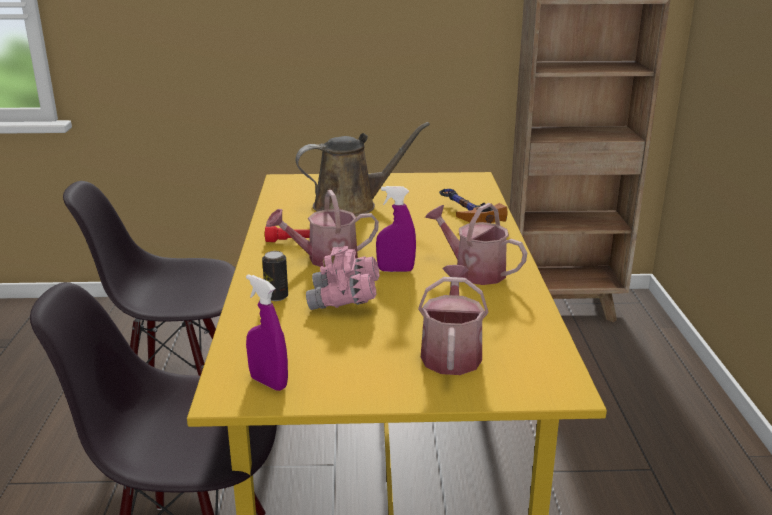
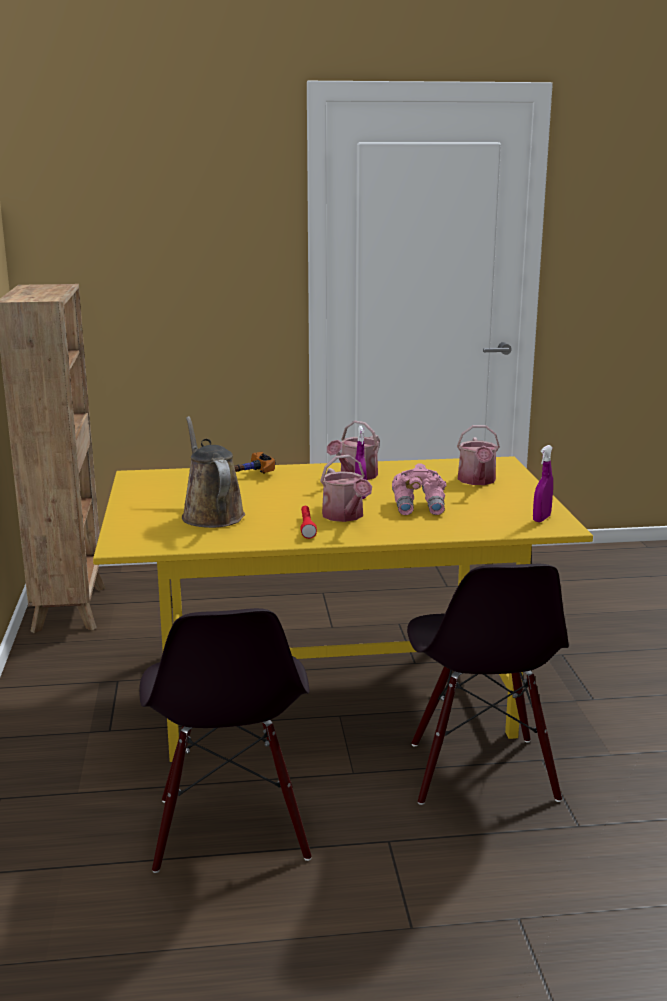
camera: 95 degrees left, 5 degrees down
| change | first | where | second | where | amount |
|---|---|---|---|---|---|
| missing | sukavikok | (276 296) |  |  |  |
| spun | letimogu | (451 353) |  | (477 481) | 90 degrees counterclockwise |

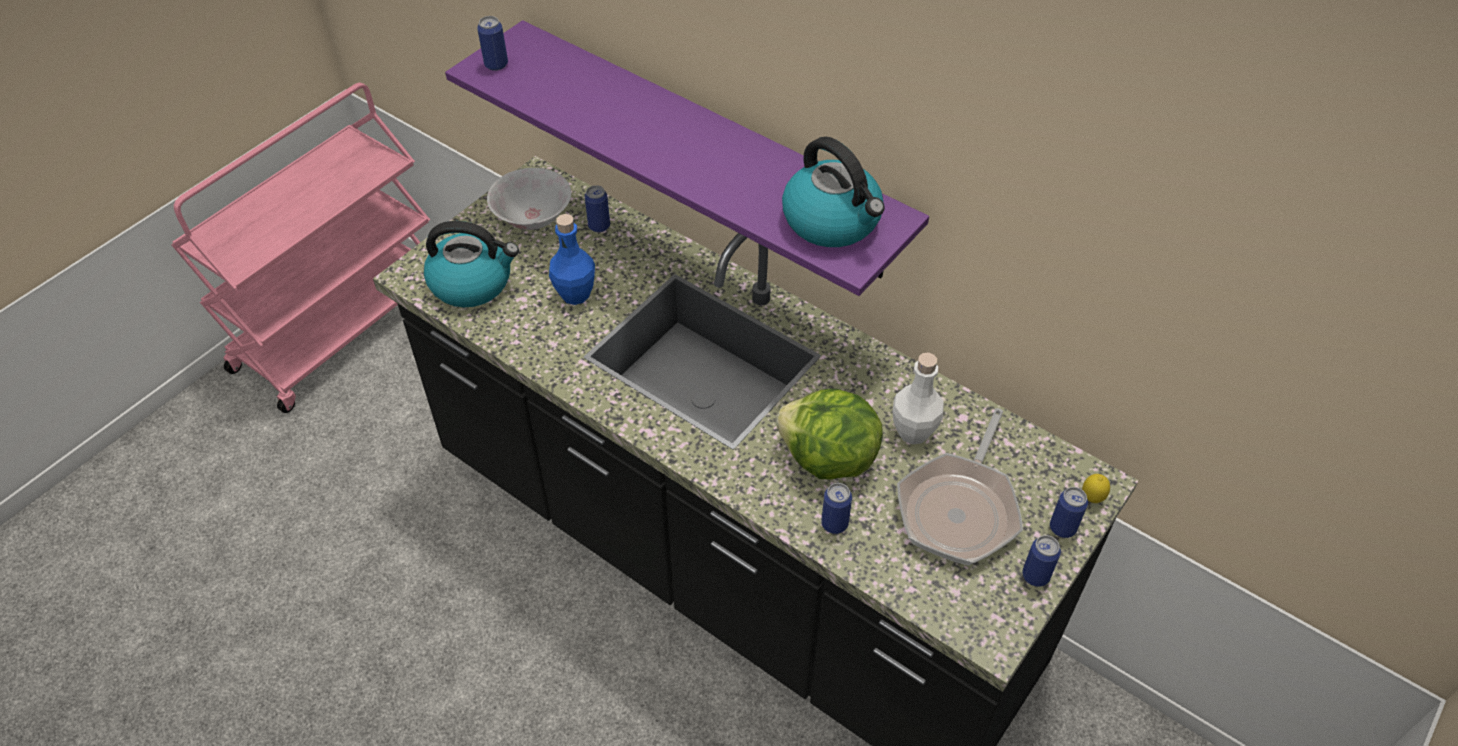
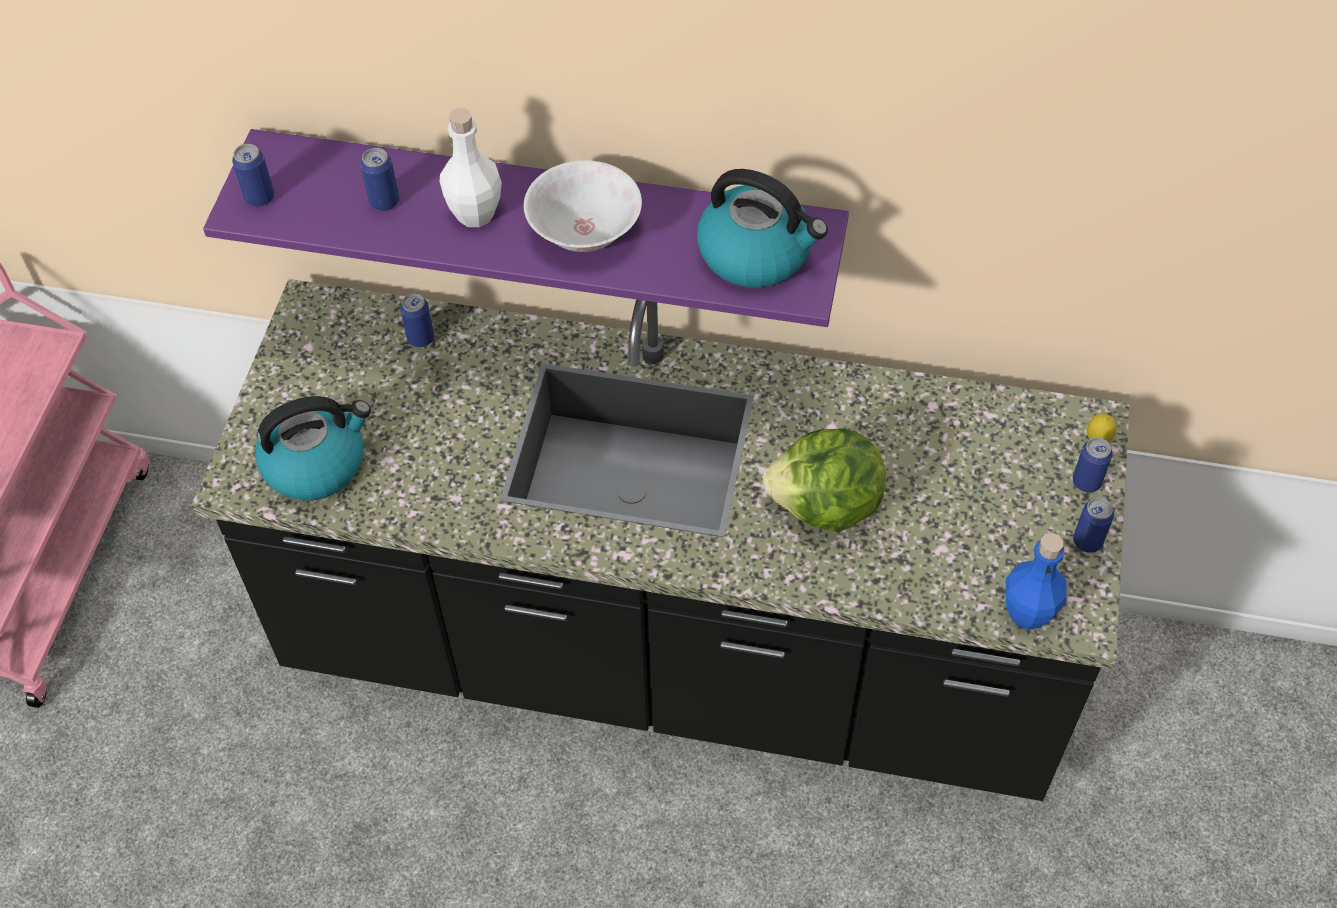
camera: 25 degrees left, 5 degrees up
| change | first | where | second | where | amount |
|---|---|---|---|---|---|
| missing | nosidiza | (960 508) |  |  |  |
| relocated | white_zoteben | (533 218) |  | (585 232) |  |
| relocated | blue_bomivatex | (575 294) |  | (1028 613) |  |
| relocated | sukavikok | (834 524) |  | (384 202) |  |
| relocated | white_bomivatex | (913 432) |  | (475 214) |  |

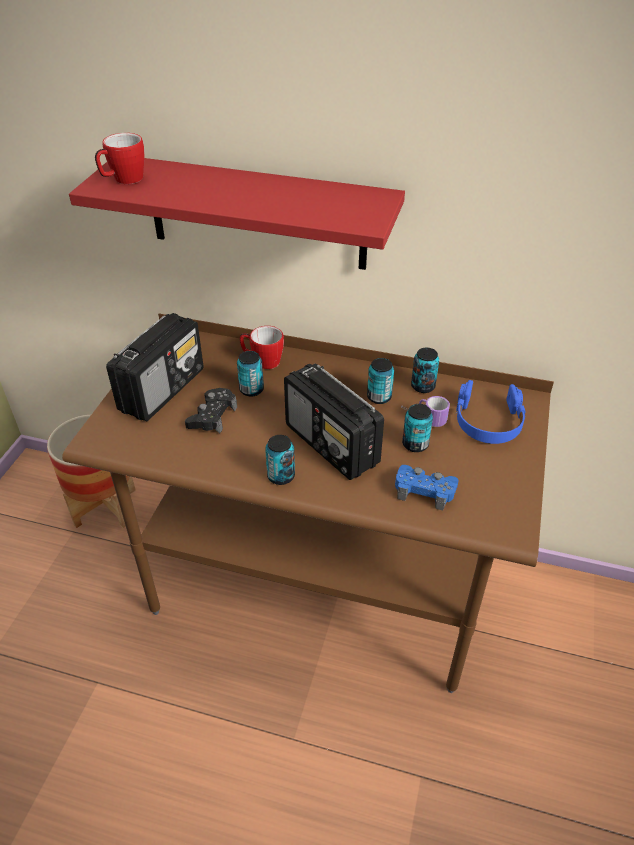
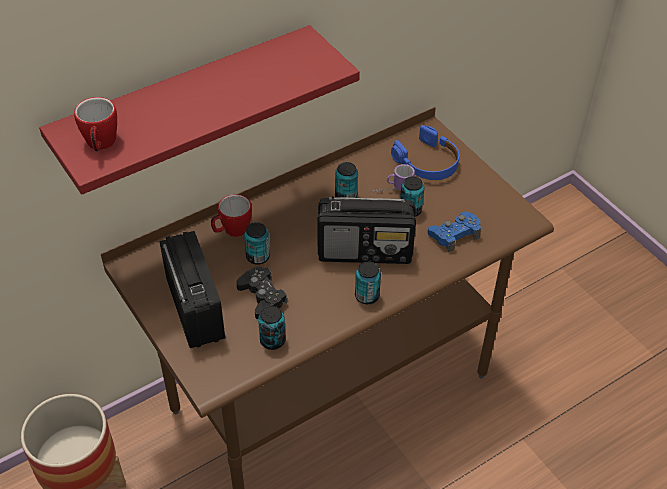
camera: 50 degrees left, 5 degrees up
| change | first | where | second | where | amount |
|---|---|---|---|---|---|
| relocated | sukavikok | (423 386) |  | (272 340) |  |

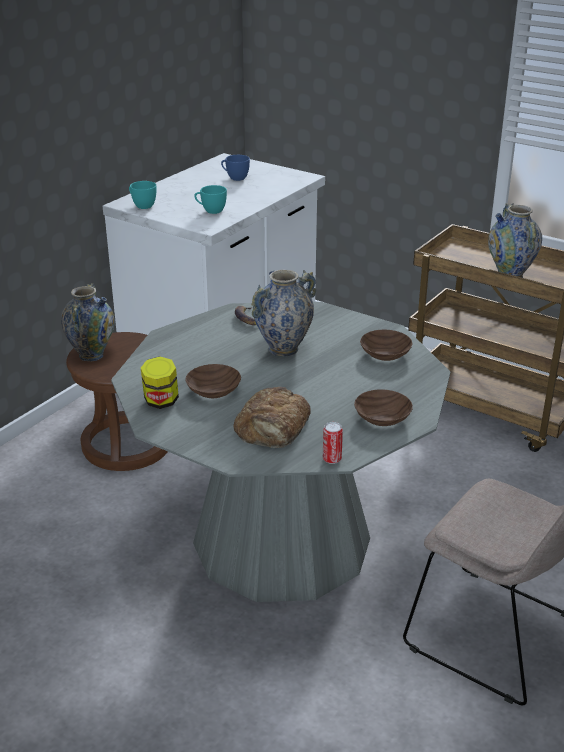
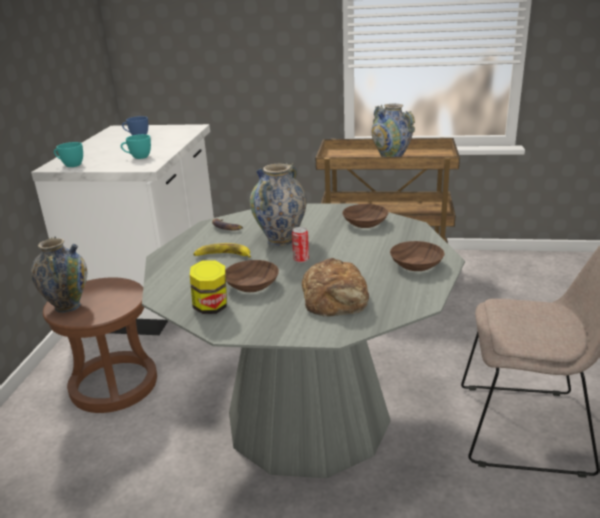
camera: 25 degrees left, 5 degrees down
| change | first | where | second | where | amount |
|---|---|---|---|---|---|
| appeared |  |  | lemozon | (223 256) |  |
| relocated | sukavikok | (332 459) |  | (301 259) |  |

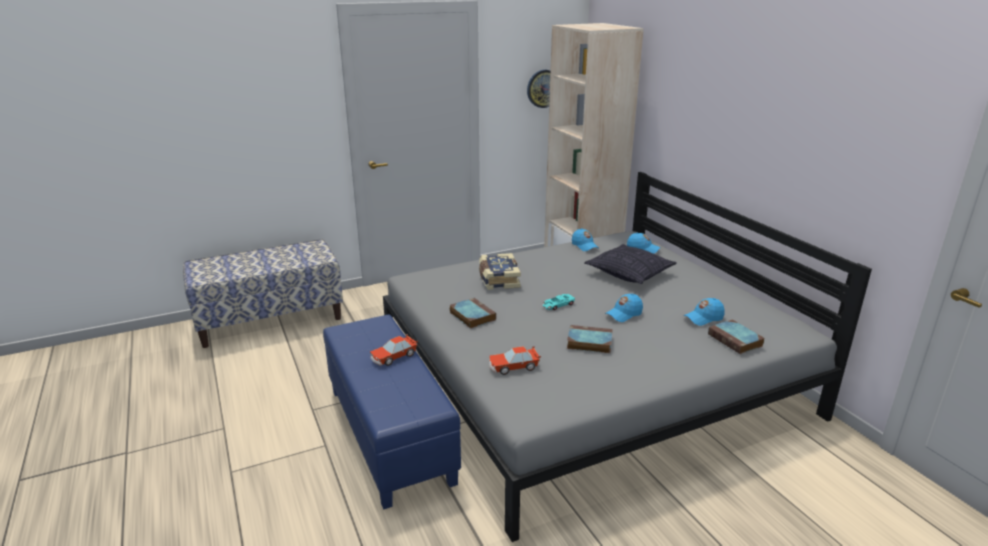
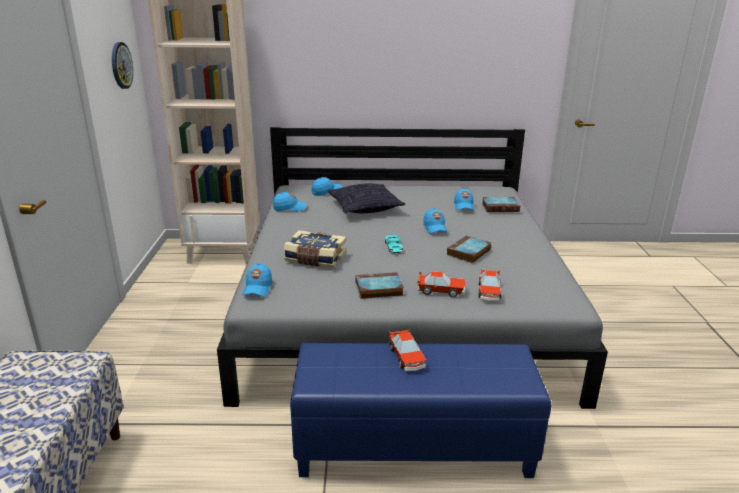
camera: 65 degrees left, 0 degrees up
| change | first | where | second | where | amount |
|---|---|---|---|---|---|
| appeared |  |  | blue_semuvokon | (257 288) |  |
| appeared |  |  | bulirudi | (441 291) |  |

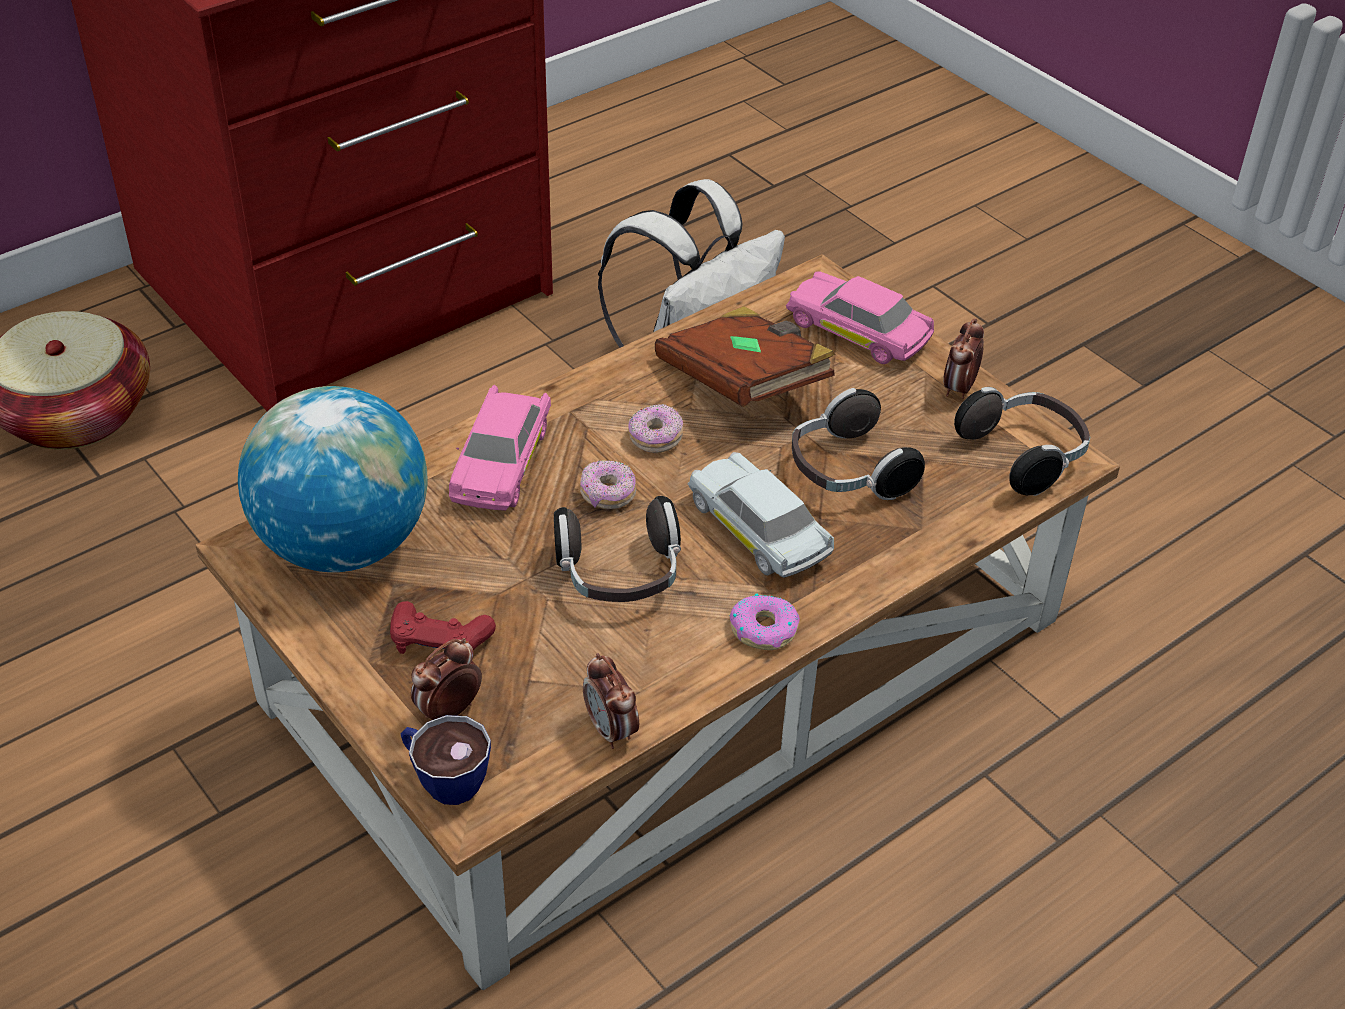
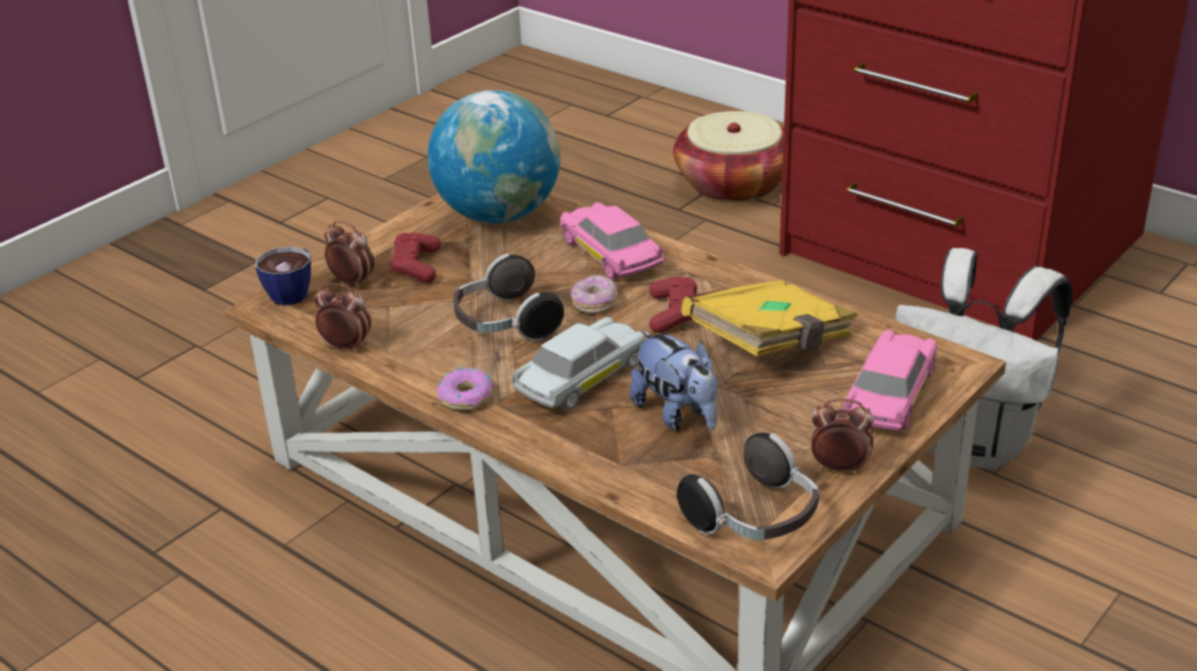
camera: 80 degrees right, 10 degrees down
| change | first | where | second | where | amount |
|---|---|---|---|---|---|
| exchanged | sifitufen | (655 438) | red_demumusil | (673 313) |  |
| exchanged | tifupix | (847 472) | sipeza | (677 415) |  |
| colour | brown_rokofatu | (744 383) | yellow_rokofatu | (771 345) |  |
| spun | pink_bulirudi | (501 463) |  | (610 254) | 60 degrees clockwise |
| spun | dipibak | (611 730) |  | (346 346) | 60 degrees clockwise |

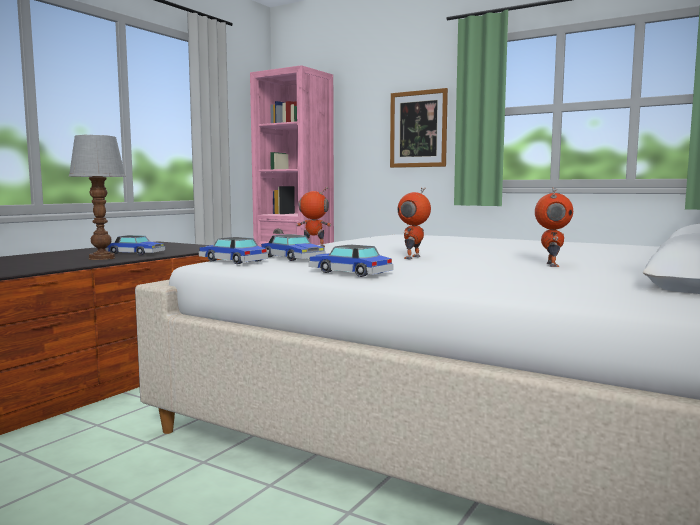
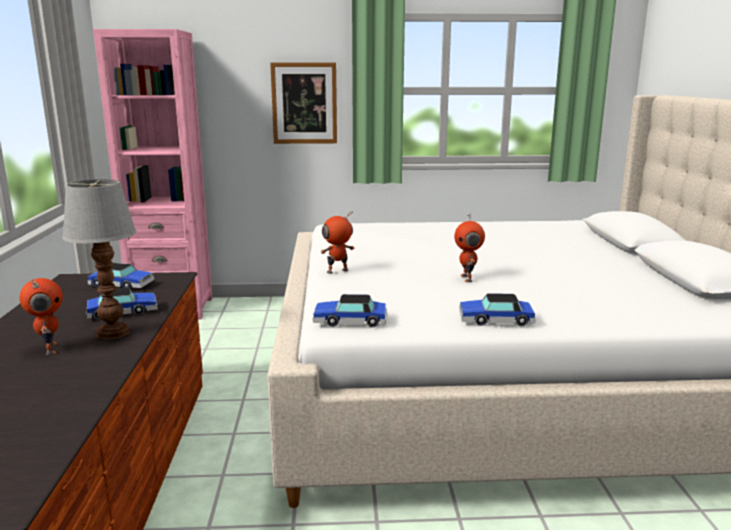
camera: 35 degrees left, 10 degrees up
| change | first | where | second | where | amount |
|---|---|---|---|---|---|
| relocated | bulirudi | (292 258) |  | (121 285) |  |
| relocated | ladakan | (550 265) |  | (49 349) |  |

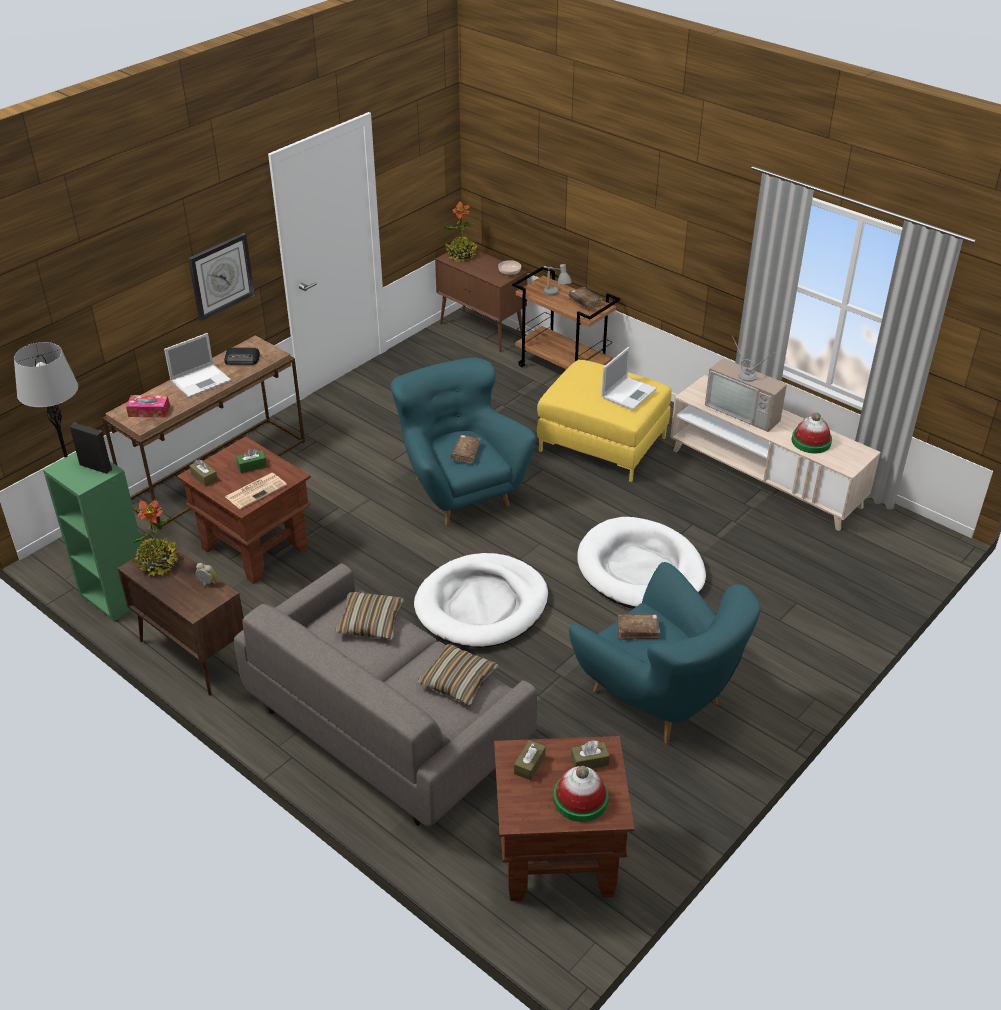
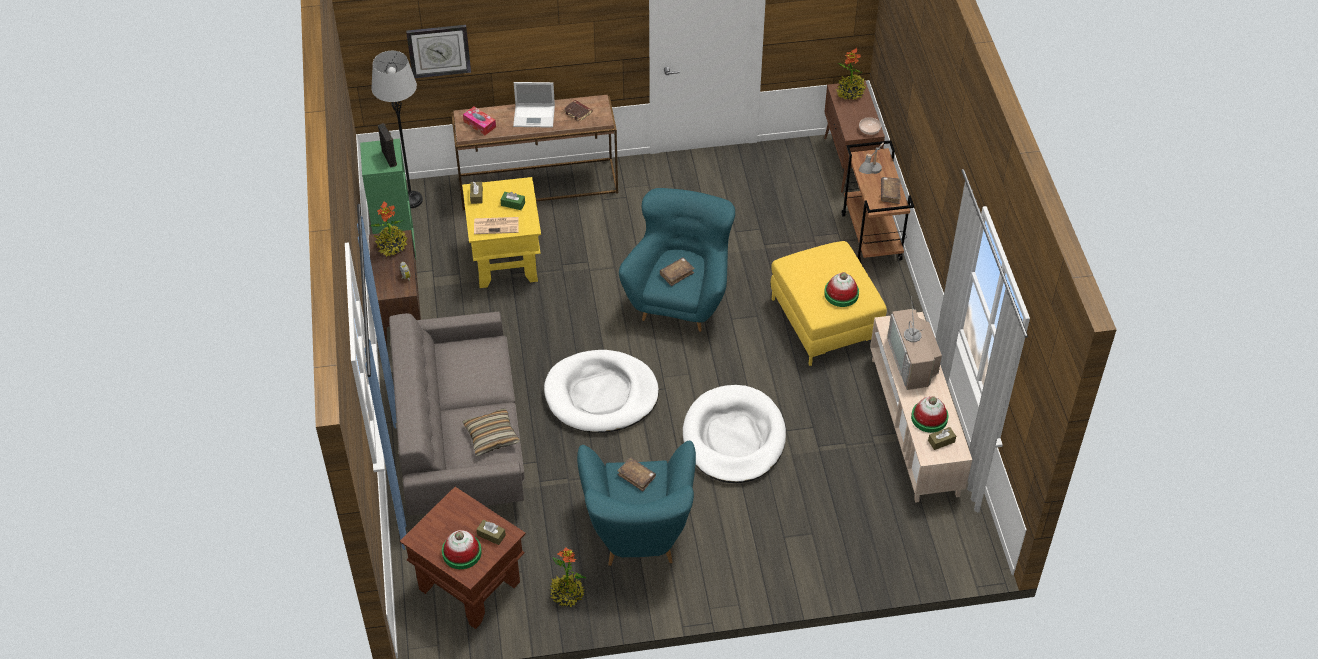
camera: 40 degrees right, 10 degrees up
| change | first | where | second | where | amount |
|---|---|---|---|---|---|
| missing | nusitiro | (370 622) |  |  |  |
| appeared |  |  | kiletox | (567 594) |  |
| relocated | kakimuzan | (221 276) |  | (439 50) |  |
| relocated | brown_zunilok | (529 765) |  | (941 441) |  |
| exchanged | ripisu | (242 359) | brown_rokofatu | (578 112) |  |
| exchanged | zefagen | (629 393) | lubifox | (841 294) |  |
| colour | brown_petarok | (255 547) | yellow_petarok | (506 261) |  |

